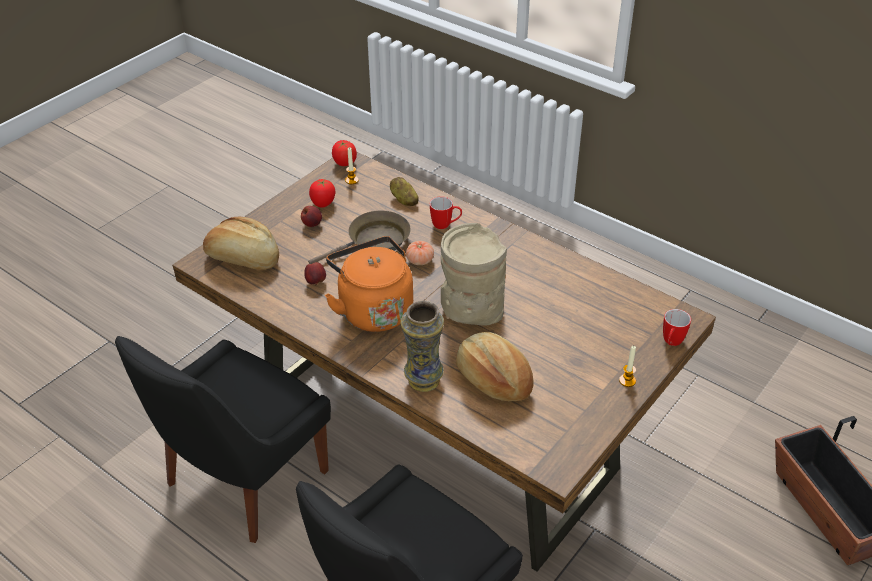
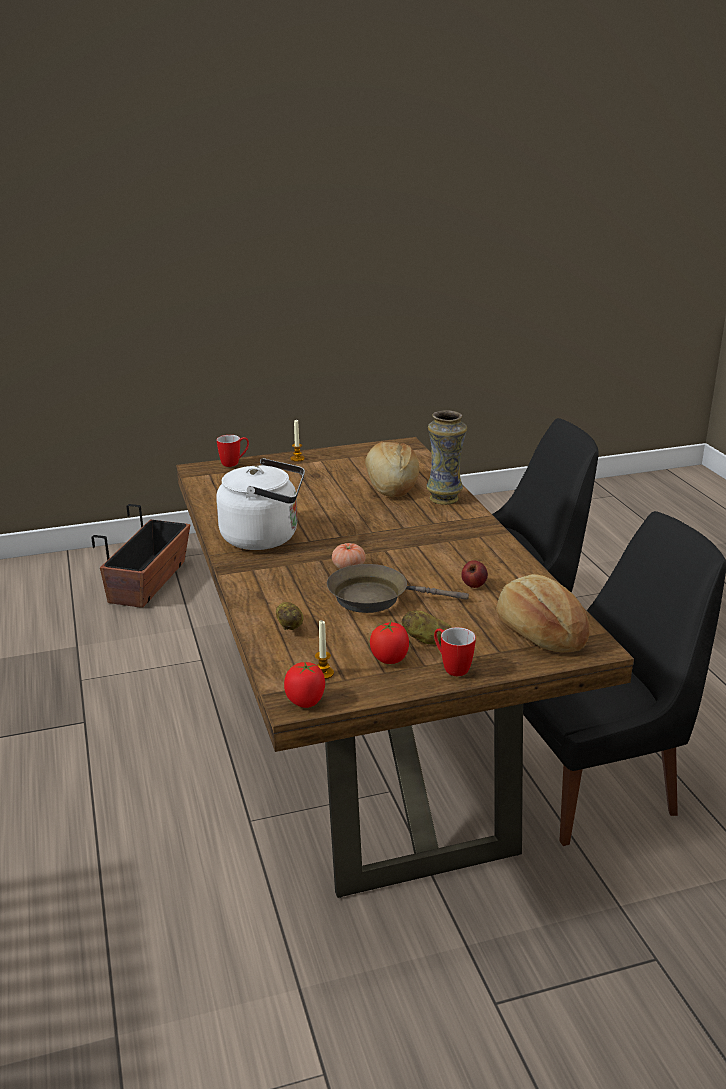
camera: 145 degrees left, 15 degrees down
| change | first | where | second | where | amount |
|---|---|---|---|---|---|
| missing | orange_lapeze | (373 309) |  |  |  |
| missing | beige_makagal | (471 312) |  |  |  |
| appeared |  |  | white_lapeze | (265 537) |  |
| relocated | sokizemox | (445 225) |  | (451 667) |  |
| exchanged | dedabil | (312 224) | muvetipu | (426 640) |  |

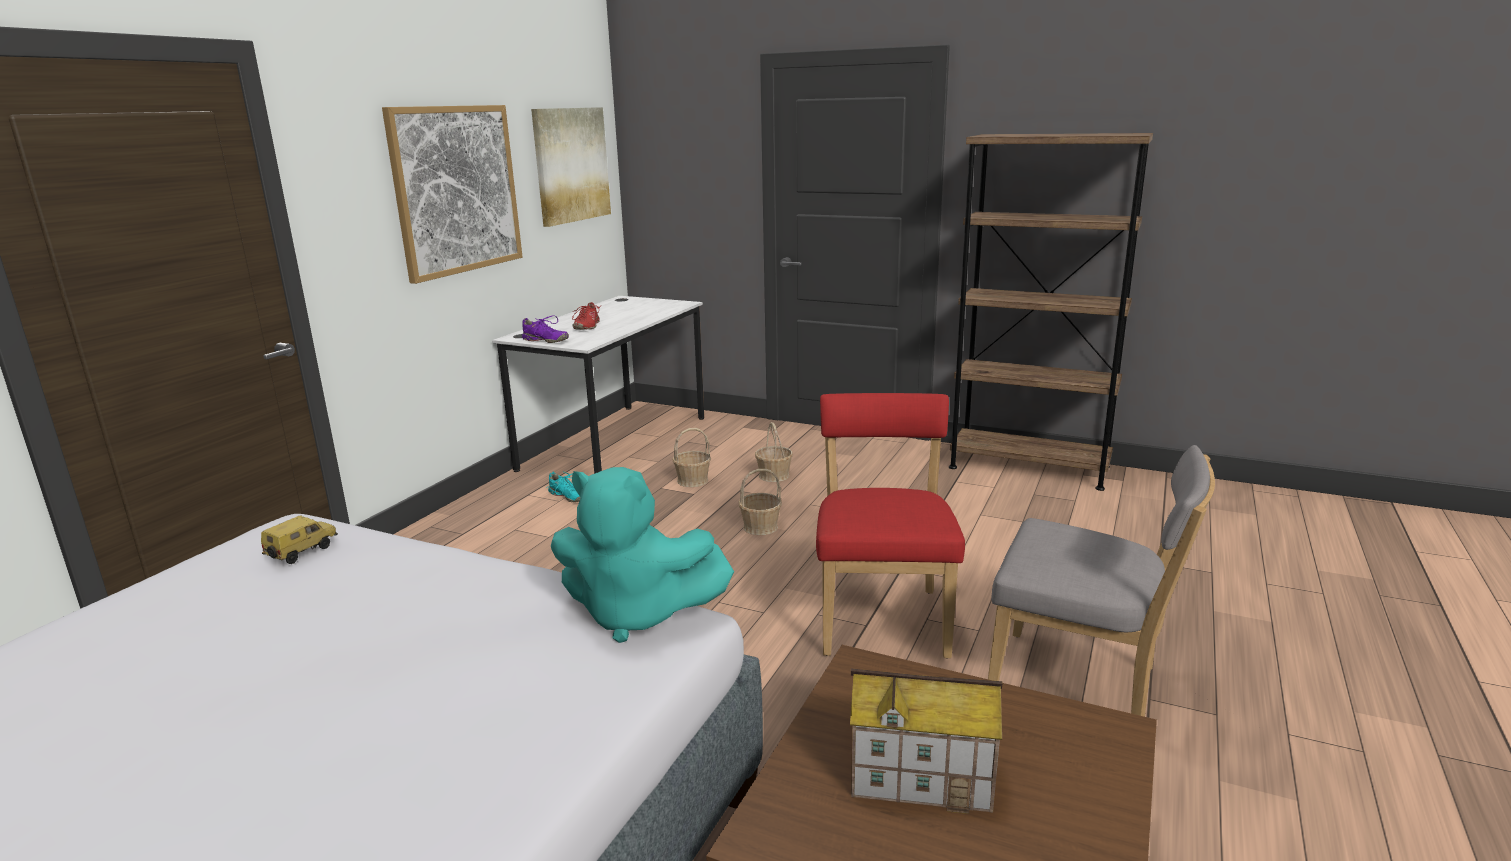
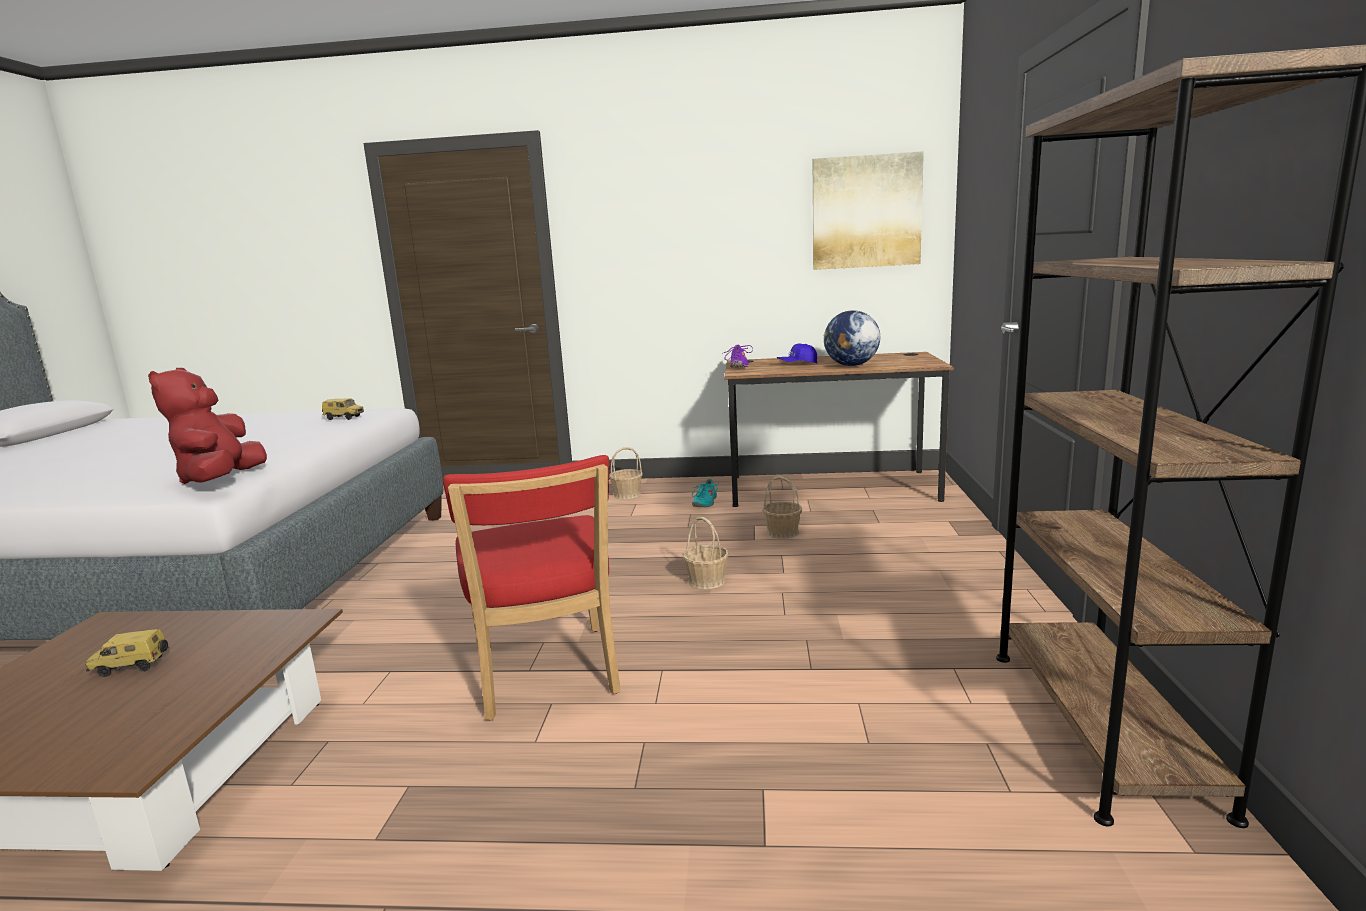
camera: 70 degrees right, 5 degrees down
| change | first | where | second | where | amount |
|---|---|---|---|---|---|
| missing | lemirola | (456 190) |  |  |  |
| missing | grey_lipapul | (1081 687) |  |  |  |
| appeared |  |  | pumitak | (851 365) |  |
| relocated | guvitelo | (774 476) |  | (627 494) |  |
| exchanged | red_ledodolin | (586 326) | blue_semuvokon | (797 364) |  |
| exchanged | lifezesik | (922 775) | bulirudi | (130 668) |  |
| colour | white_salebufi | (615 443) | brown_salebufi | (831 488) |  |
| colour | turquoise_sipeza | (637 614) | red_sipeza | (221 480) |  |
| spun | red_lipapul | (882 617) |  | (547 676) | 90 degrees clockwise |

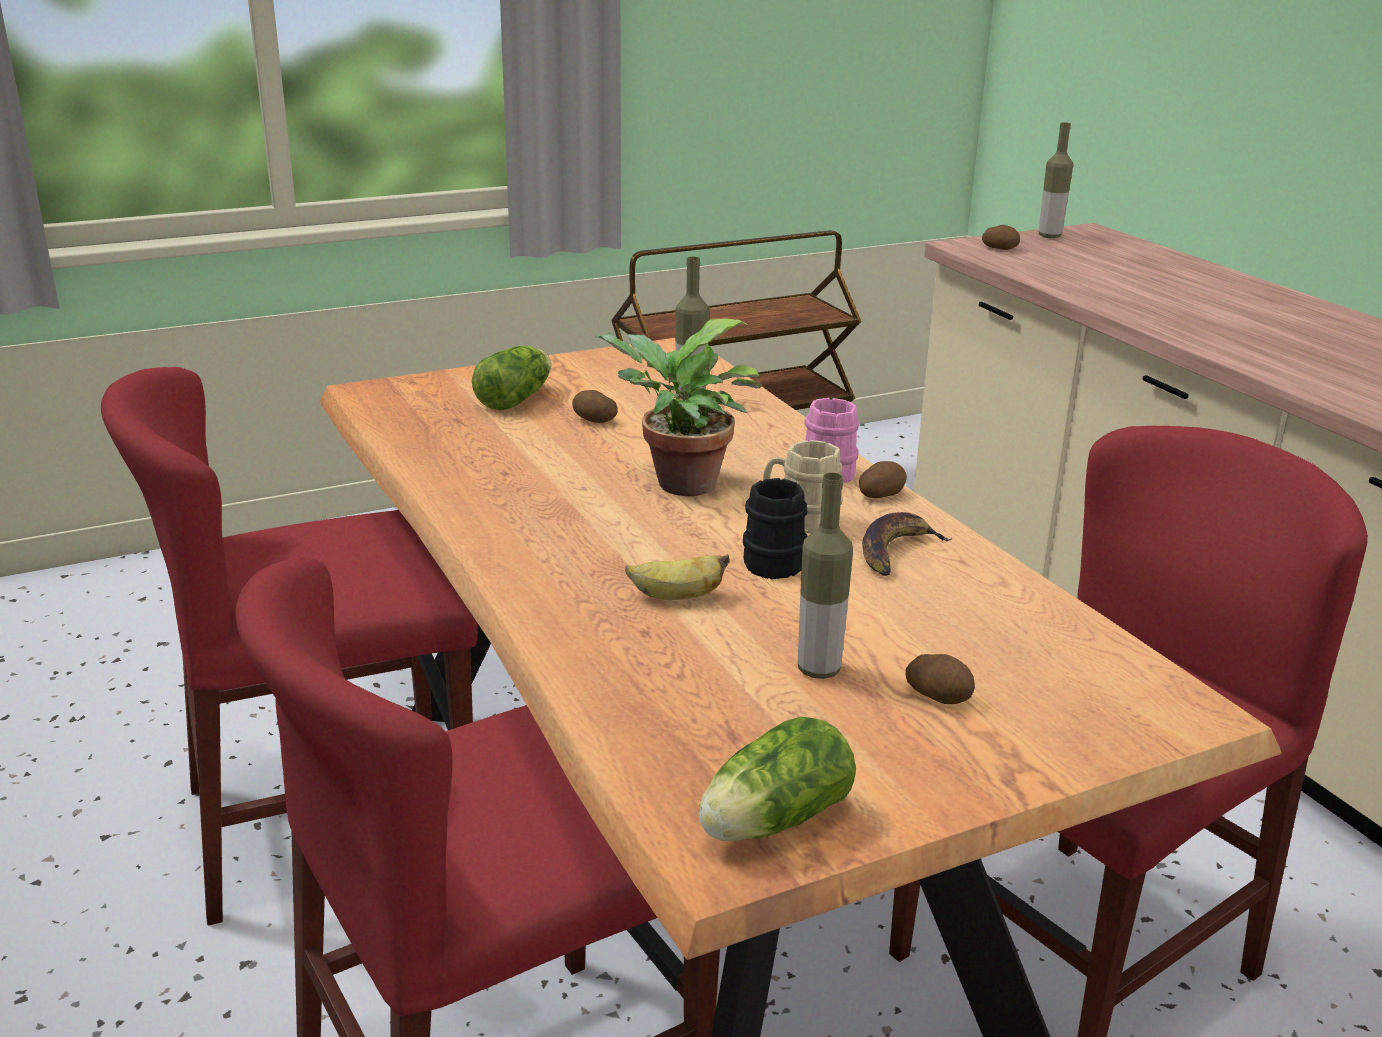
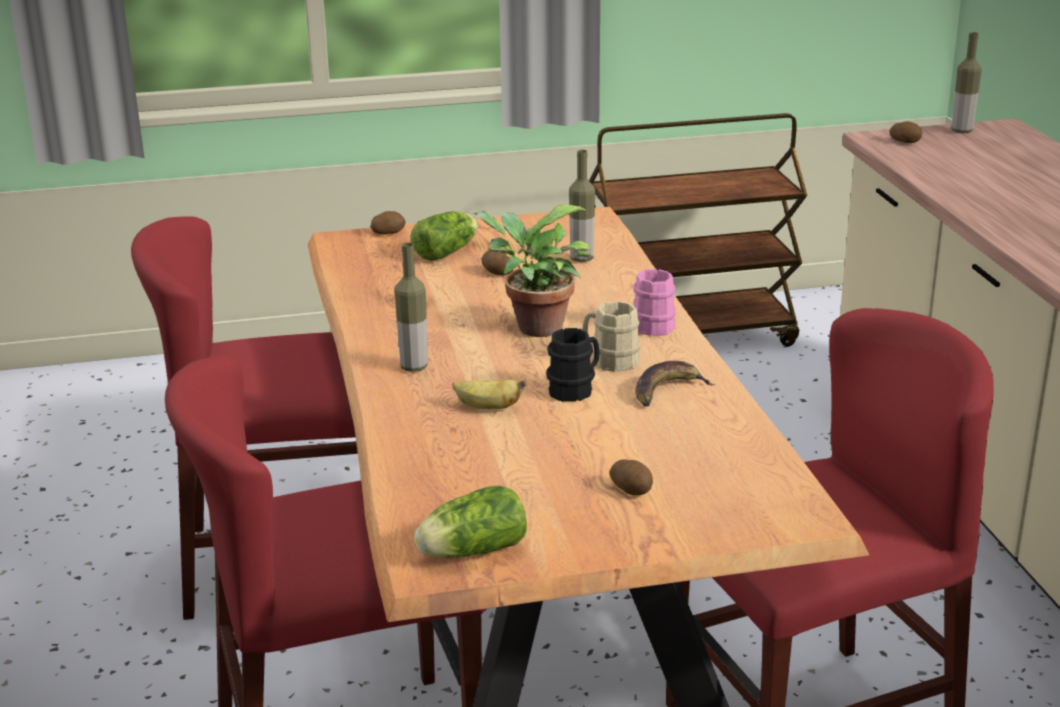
camera: 15 degrees right, 0 degrees up
| change | first | where | second | where | amount |
|---|---|---|---|---|---|
| relocated | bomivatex | (818 669) |  | (414 367) |  |
| relocated | muvetipu | (880 494) |  | (388 232) |  |

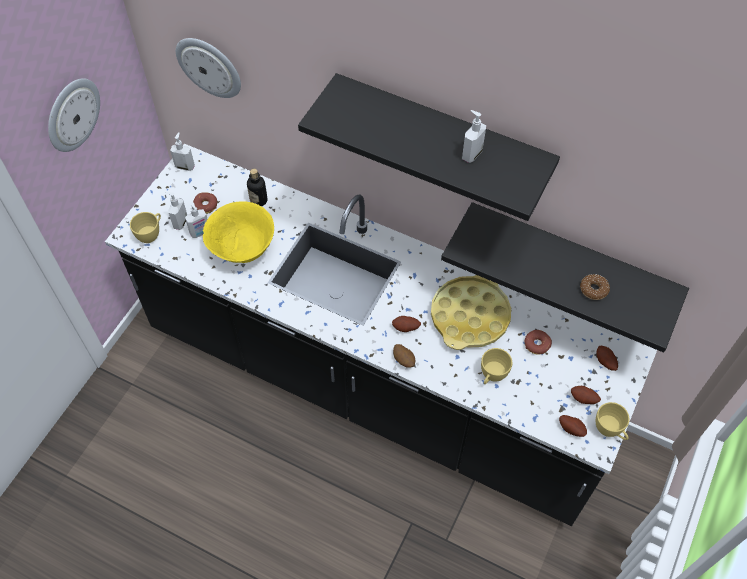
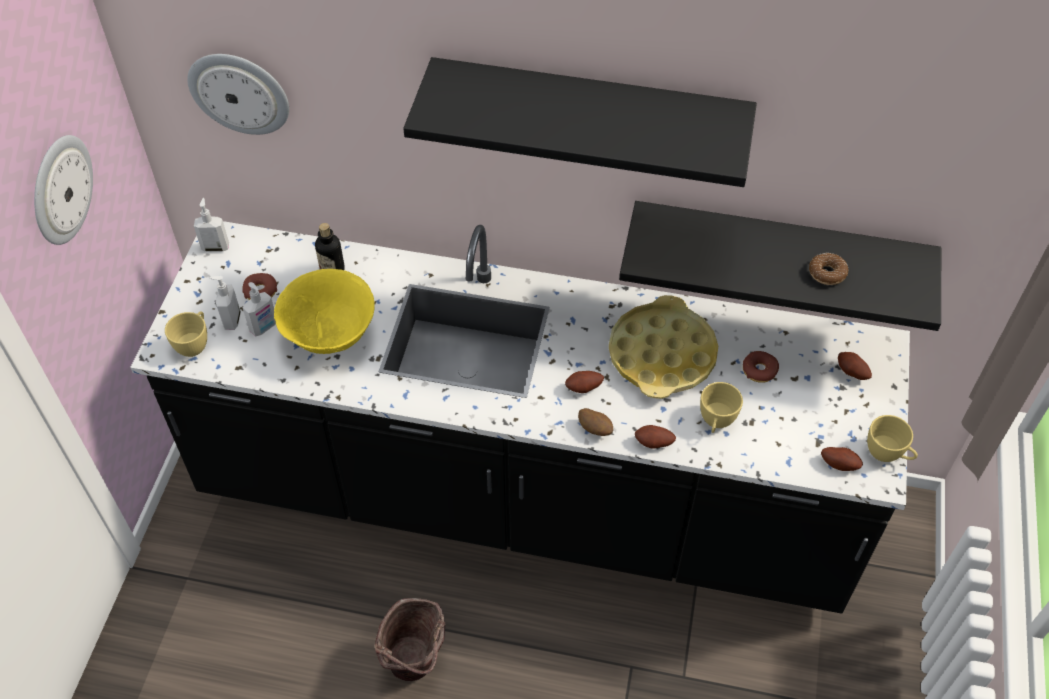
camera: 15 degrees left, 5 degrees down
| change | first | where | second | where | amount |
|---|---|---|---|---|---|
| missing | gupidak | (471 154) |  |  |  |
| appeared |  |  | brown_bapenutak | (416 667) |  |
| relocated | muvetipu | (583 399) |  | (654 443) |  |

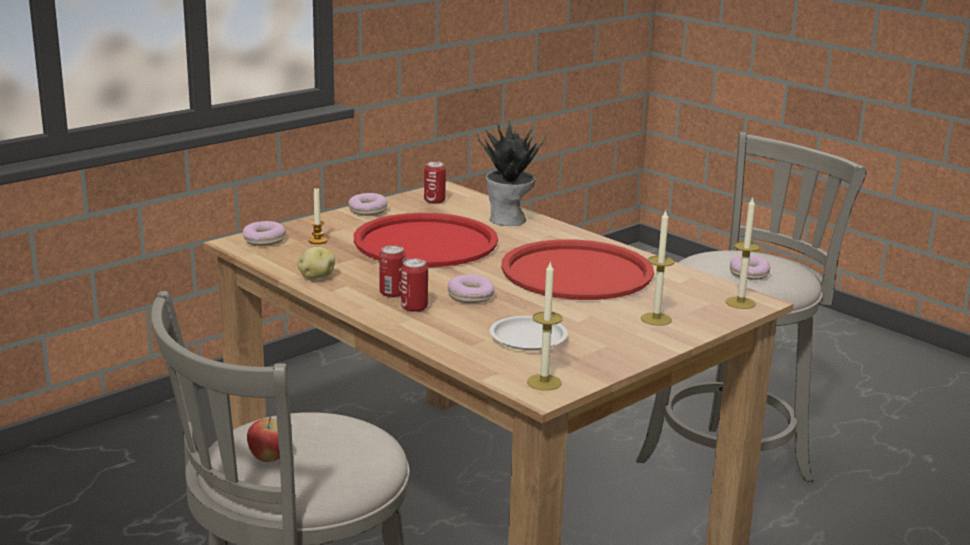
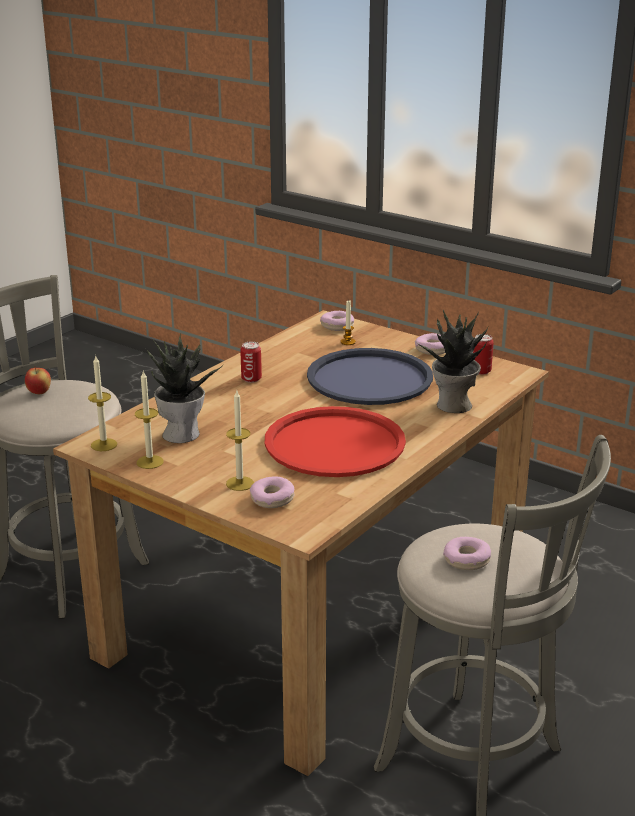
camera: 80 degrees right, 5 degrees up
| change | first | where | second | where | amount |
|---|---|---|---|---|---|
| missing | muvetipu | (316 277) |  |  |  |
| missing | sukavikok | (414 308) |  |  |  |
| relocated | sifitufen | (470 297) |  | (272 499) |  |
| relocated | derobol | (740 303) |  | (150 462) |  |
| exchanged | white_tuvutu | (528 338) | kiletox | (182 433) |  |
| colour | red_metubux | (425 243) | blue_metubux | (369 378) |  |

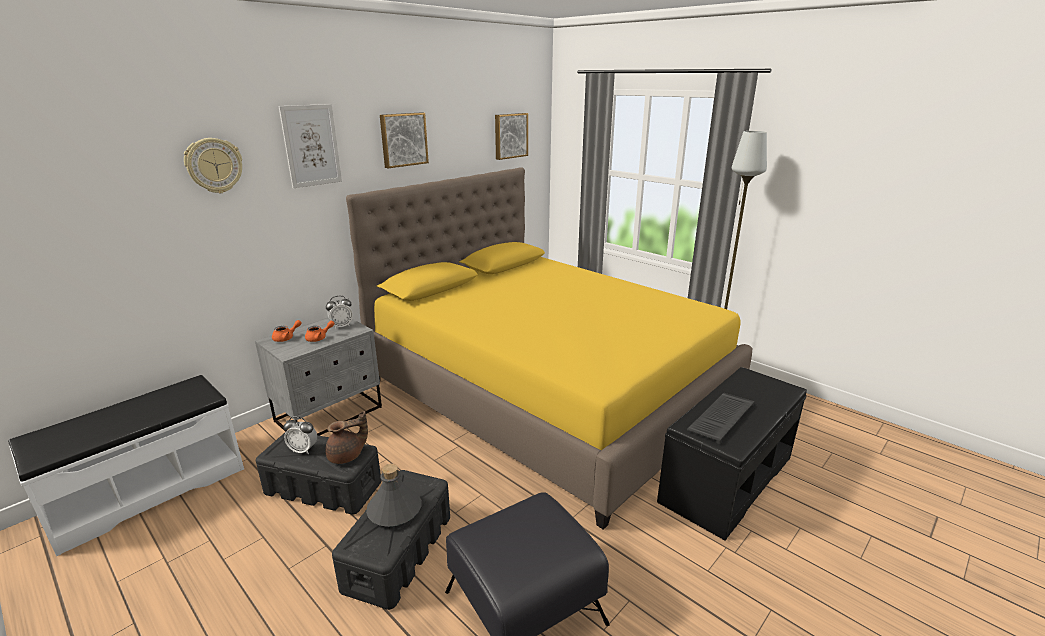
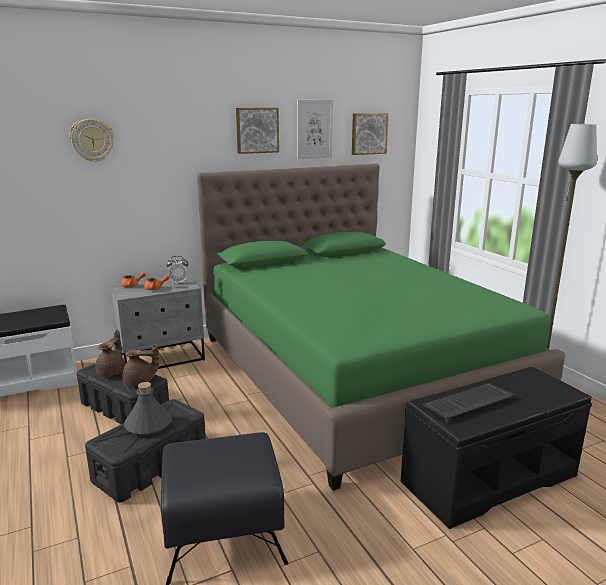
camera: 20 degrees right, 5 degrees down
| change | first | where | second | where | amount |
|---|---|---|---|---|---|
| relocated | lemirola | (311 145) |  | (314 129) |  |
| exchanged | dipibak | (303 450) | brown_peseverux | (112 371) |  |
| colour | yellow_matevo | (548 391) | green_matevo | (356 372) |  |

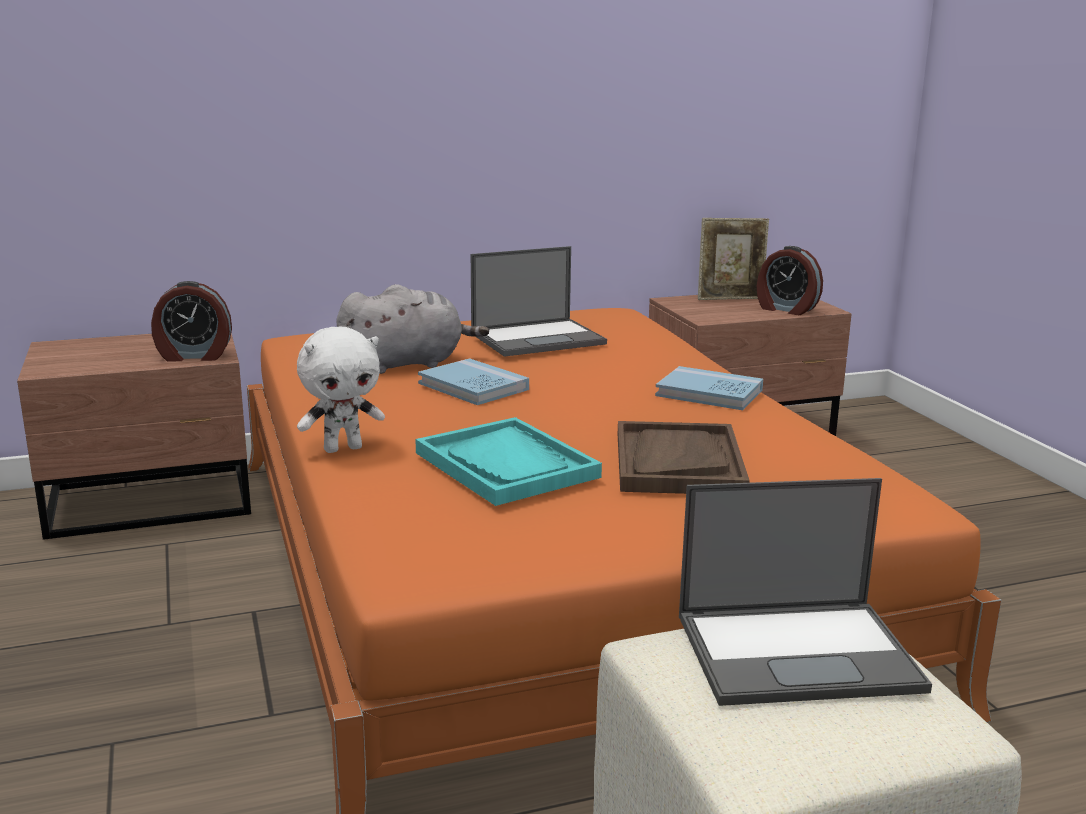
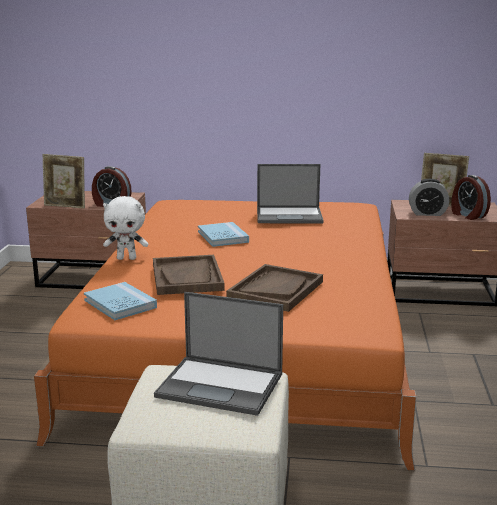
camera: 25 degrees right, 0 degrees up
| change | first | where | second | where | amount |
|---|---|---|---|---|---|
| missing | grey_sipeza | (407 364) |  |  |  |
| appeared |  |  | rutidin | (65 206) |  |
| appeared |  |  | dipibak | (427 213) |  |
| relocated | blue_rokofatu | (709 393) |  | (120 304) |  |
| colour | turquoise_metubux | (507 465) | brown_metubux | (187 277) |  |

